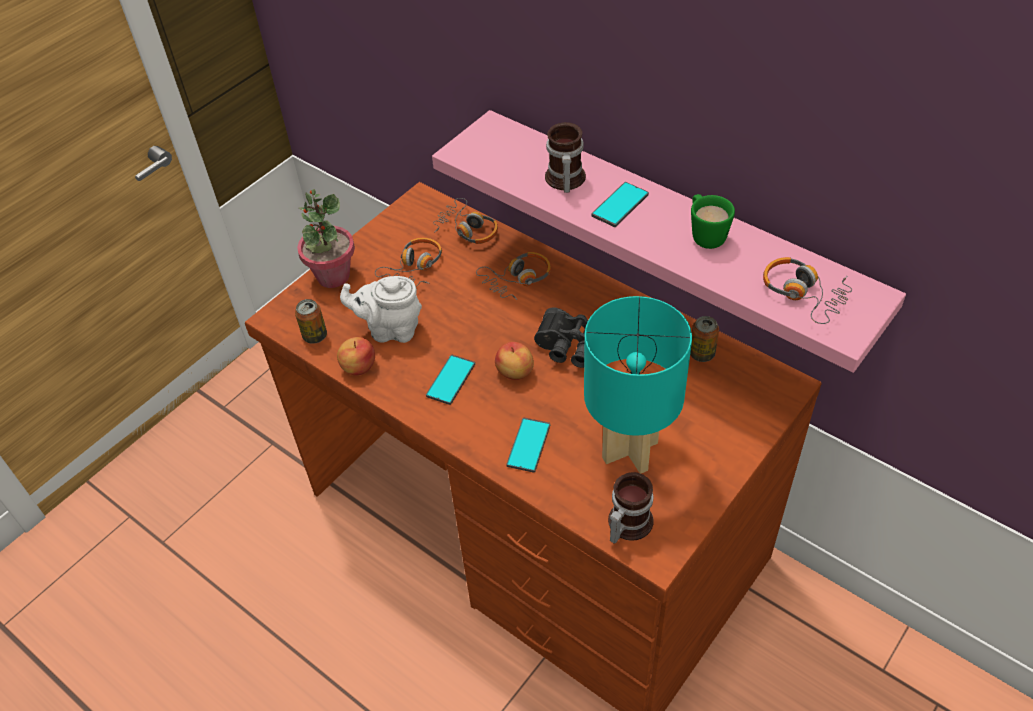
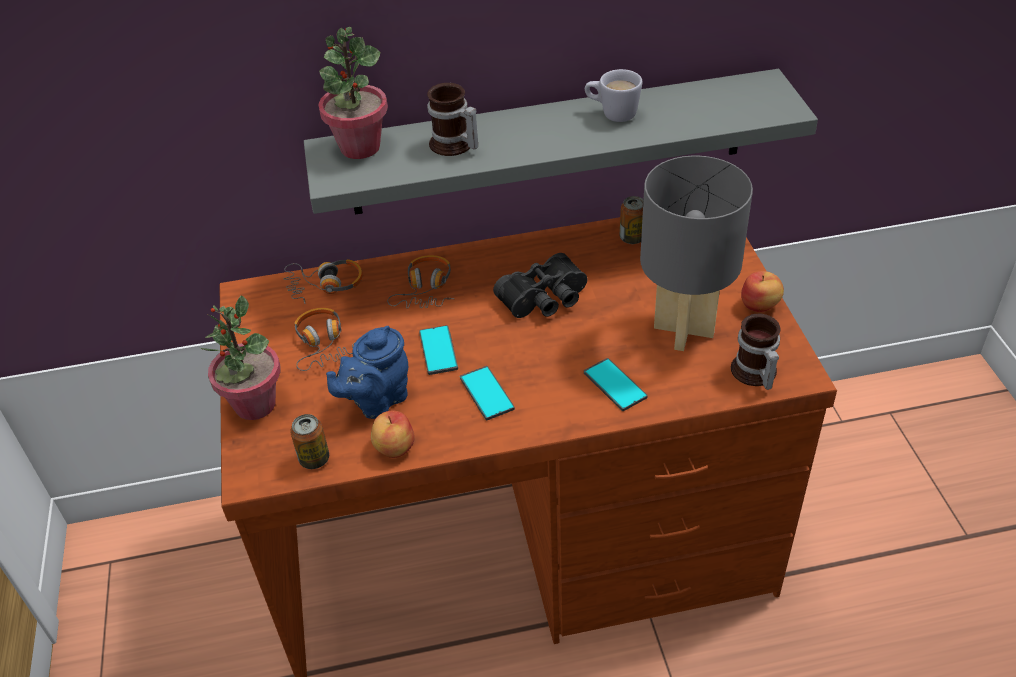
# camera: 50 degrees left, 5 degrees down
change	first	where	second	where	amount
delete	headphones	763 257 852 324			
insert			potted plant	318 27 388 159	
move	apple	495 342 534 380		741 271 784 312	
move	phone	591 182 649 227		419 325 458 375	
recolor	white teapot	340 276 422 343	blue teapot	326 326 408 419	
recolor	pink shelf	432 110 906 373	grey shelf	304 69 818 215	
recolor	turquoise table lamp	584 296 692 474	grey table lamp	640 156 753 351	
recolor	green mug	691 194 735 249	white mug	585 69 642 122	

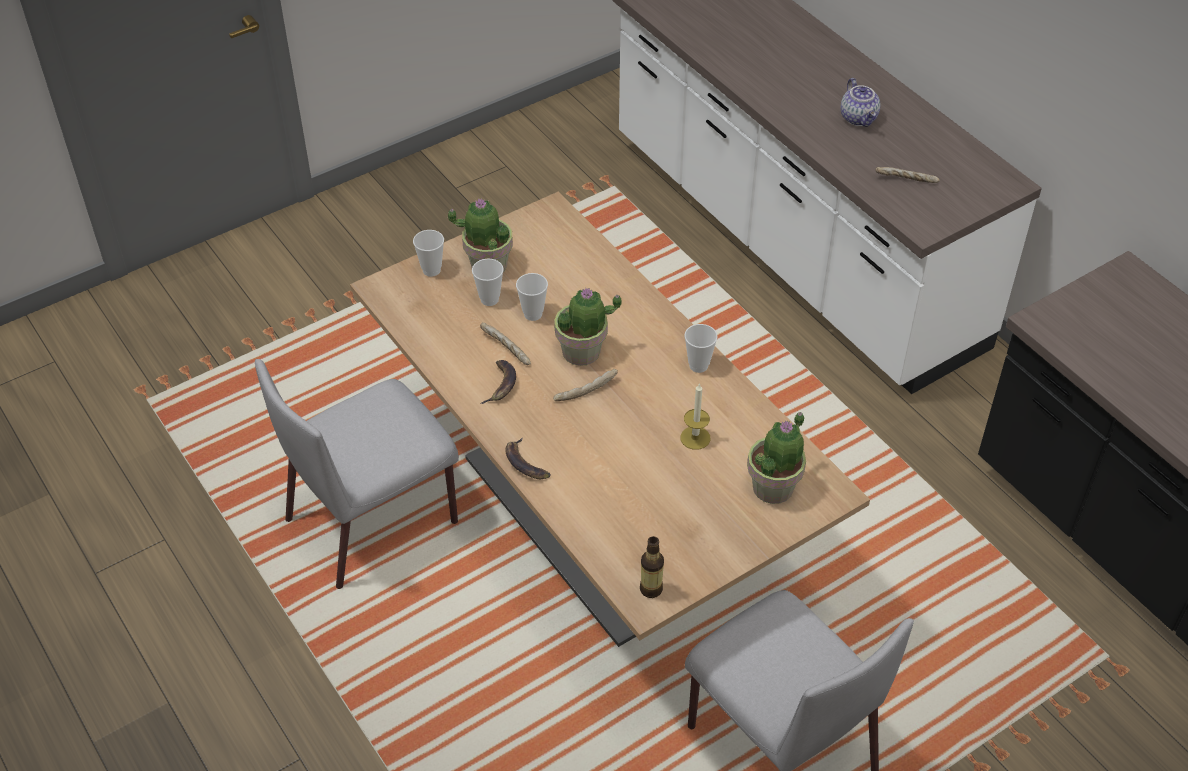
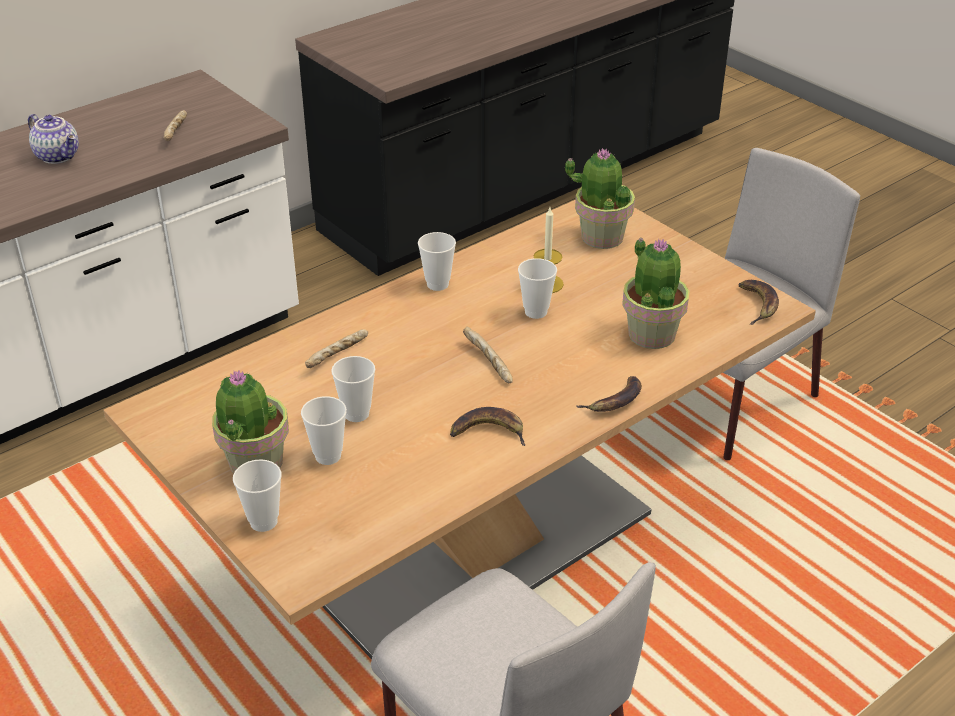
# camera: 95 degrees left, 10 degrees down
change	first	where	second	where	amount
insert			cup	518 258 557 319	
move	bread	480 322 531 365		305 329 368 368	
move	potted plant	554 288 622 366		622 238 690 349	
replace	bottle	640 536 664 598	banana	738 280 779 325	
rotate	teapot	841 78 881 127		28 114 79 164	60 degrees clockwise

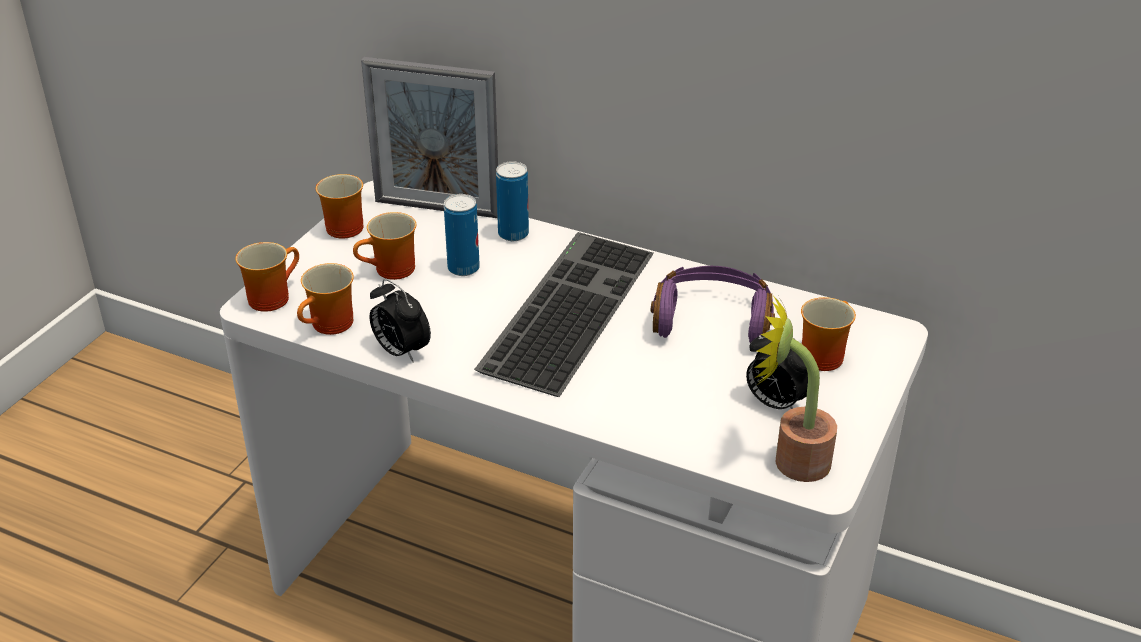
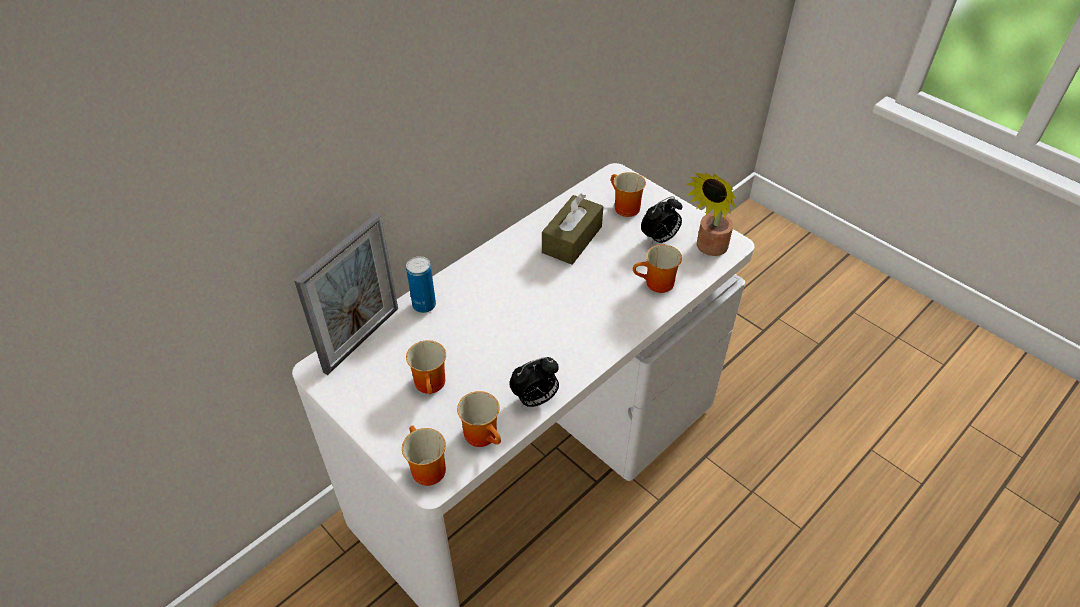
# camera: 70 degrees left, 10 degrees up
change	first	where	second	where	amount
delete	can	444 194 480 276			
delete	keyboard	474 232 654 397			
move	mug	316 174 363 239		633 245 682 293	
replace	purple headphones	651 266 775 343	brown tissue box	542 194 603 265	

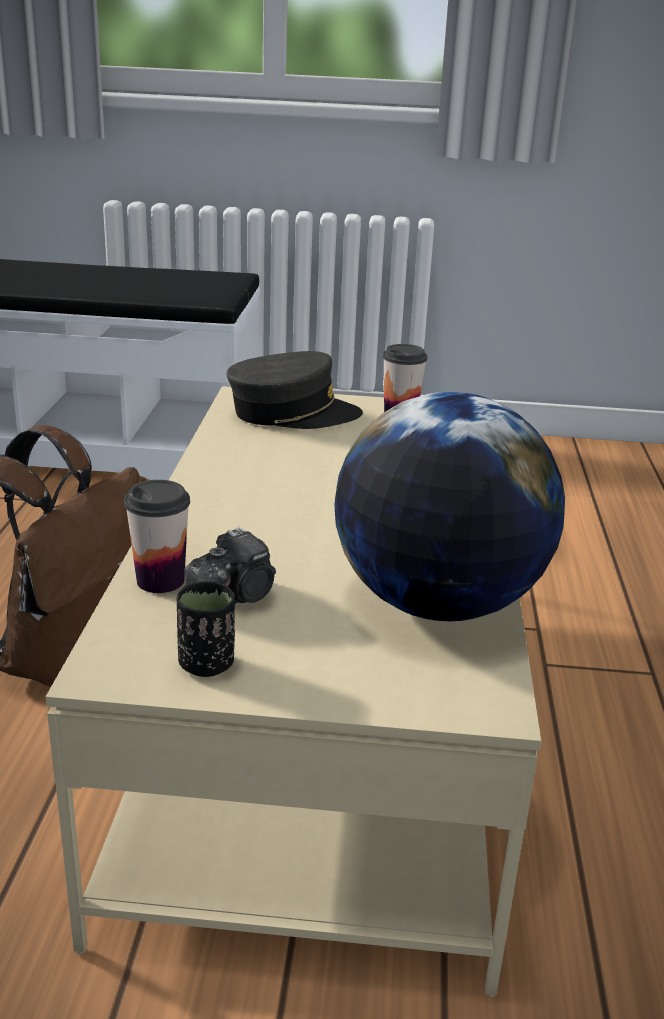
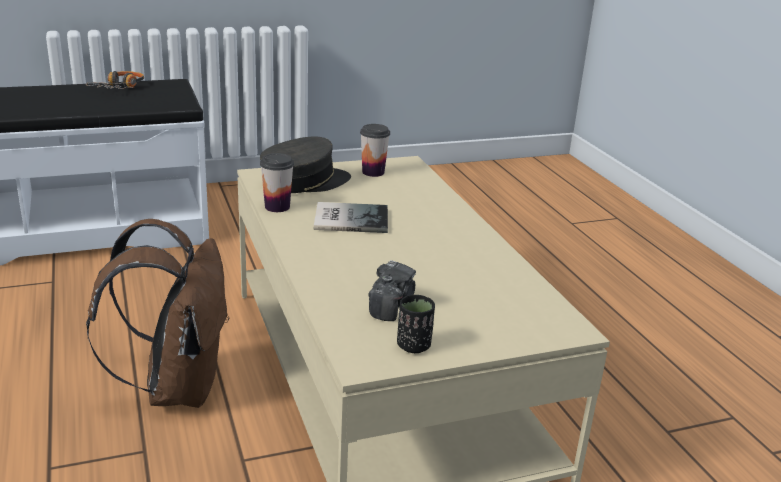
# camera: 25 degrees left, 0 degrees up
change	first	where	second	where	amount
delete	globe	334 392 565 621			
insert			headphones	86 71 144 89	
insert			book	314 202 388 233	
move	cup	124 480 190 593		260 153 294 212	

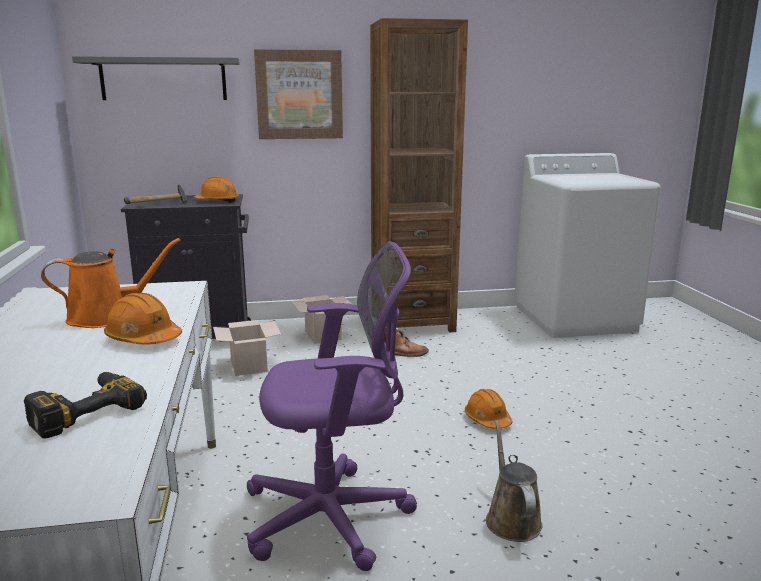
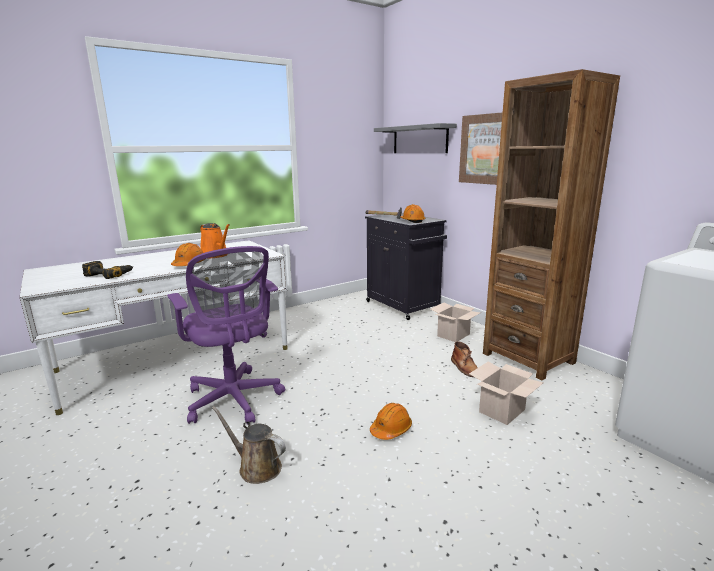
# camera: 65 degrees right, 0 degrees up
change	first	where	second	where	amount
move	cardboard box	213 320 281 376		469 362 543 425	
rotate	brown watering can	486 420 543 542		212 406 286 484	120 degrees counterclockwise

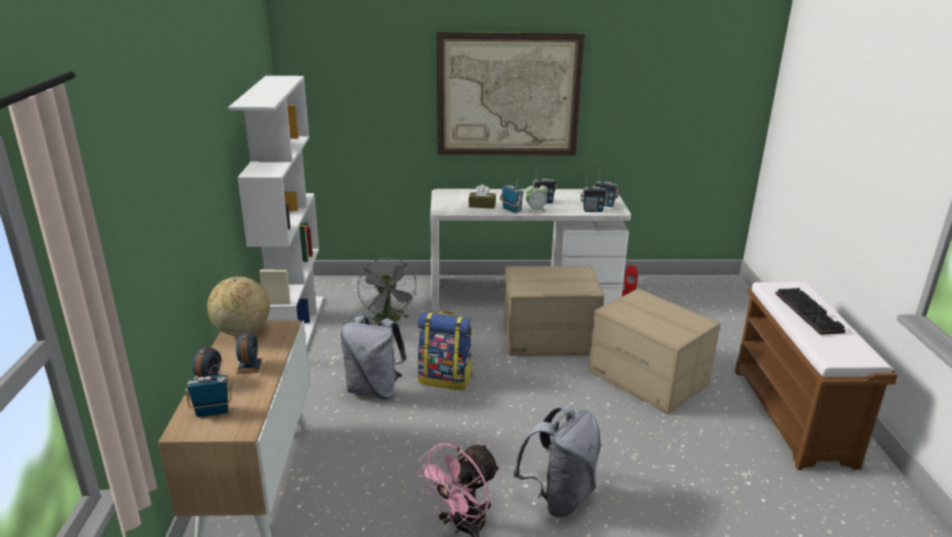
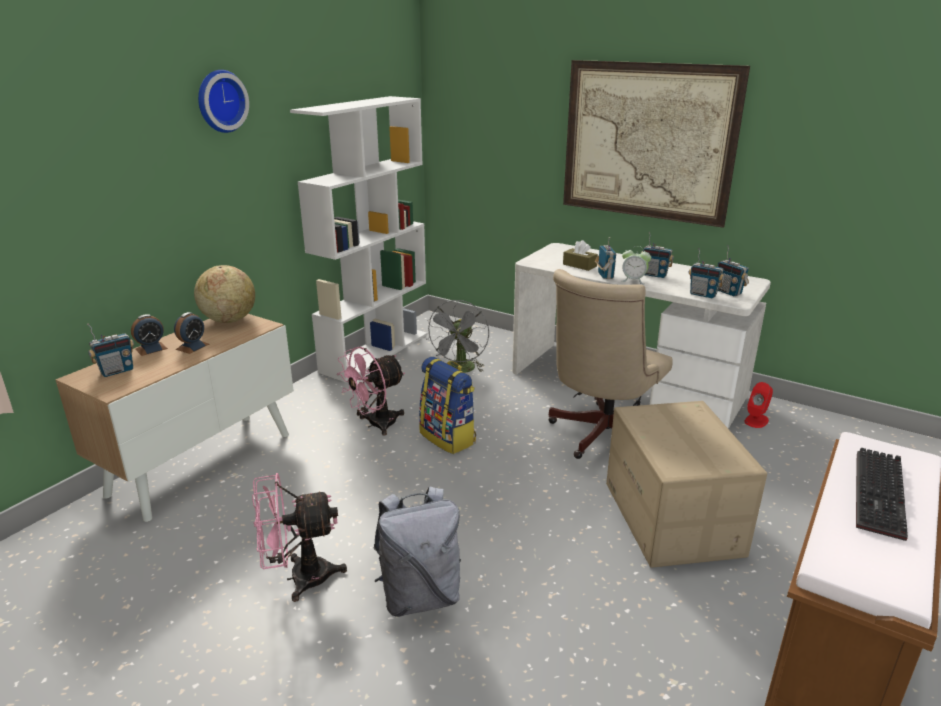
# camera: 35 degrees right, 0 degrees up
change	first	where	second	where	amount
insert			wall clock	198 70 249 133	
replace	grey backpack	341 315 407 399	pink fan	337 346 405 436	
replace	cardboard box	504 266 604 356	beige office chair	548 269 673 459	
rotate	radio	185 362 232 417		87 323 134 377	120 degrees clockwise

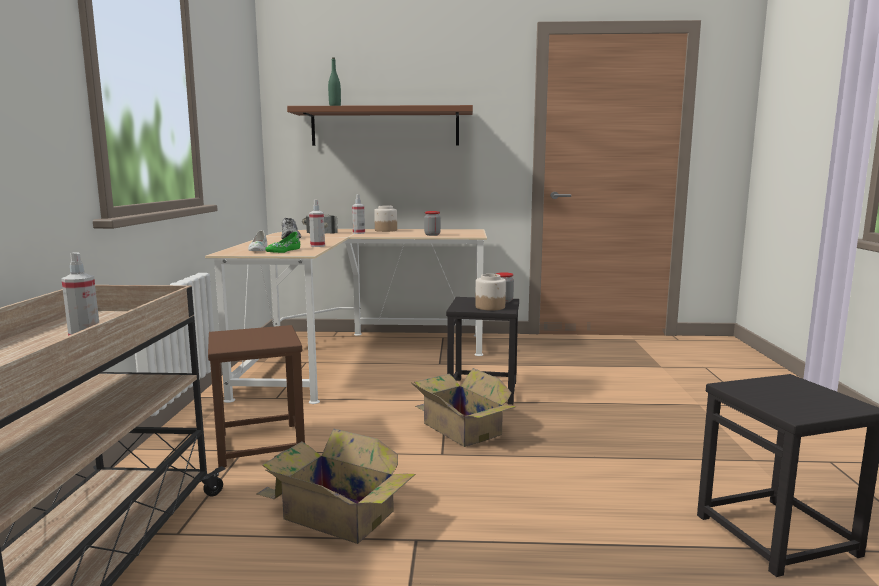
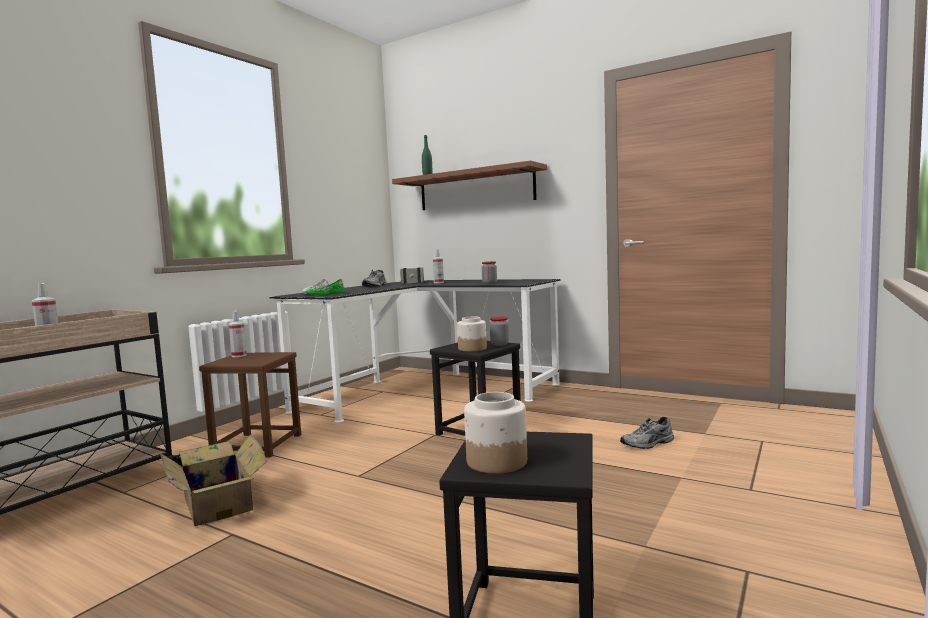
# camera: 30 degrees right, 5 degrees down
change	first	where	second	where	amount
delete	cardboard box	411 368 516 447			
insert			grey shoe	620 417 674 449	
move	spray bottle	309 200 325 247		229 311 246 357	
move	jar	374 206 397 232		464 392 527 474	
recolor	beige desk	205 229 487 404	black desk	269 279 561 423	

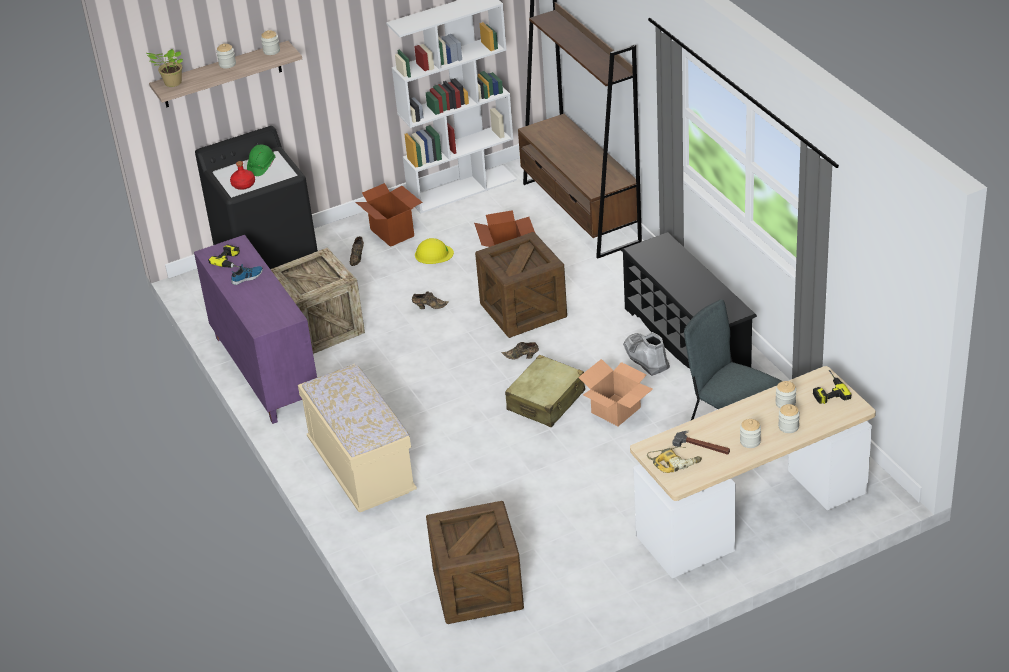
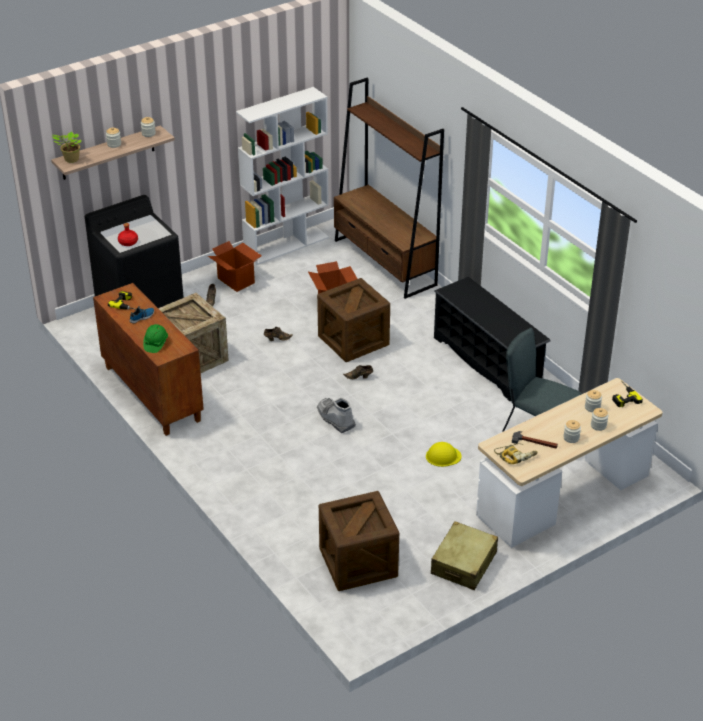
# camera: 10 degrees left, 0 degrees up
change	first	where	second	where	amount
delete	beige bench	298 364 417 512			
delete	cardboard box	578 359 653 426			
move	green hard hat	247 144 275 176		143 324 168 353	
move	yellow hard hat	415 238 454 264		426 442 462 467	
move	beige suitcase	505 355 585 427		431 521 498 590	
move	grey boot	623 332 670 376		316 397 356 433	
recolor	purple cabinet	194 235 317 424	brown cabinet	93 283 204 436	

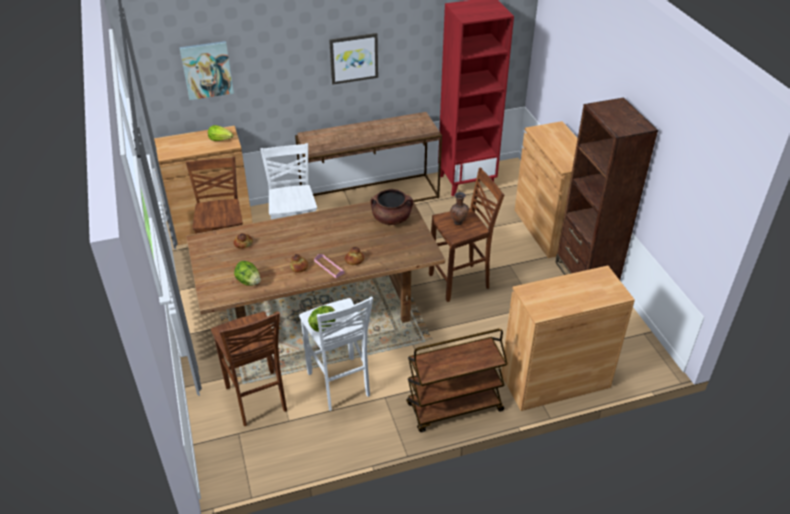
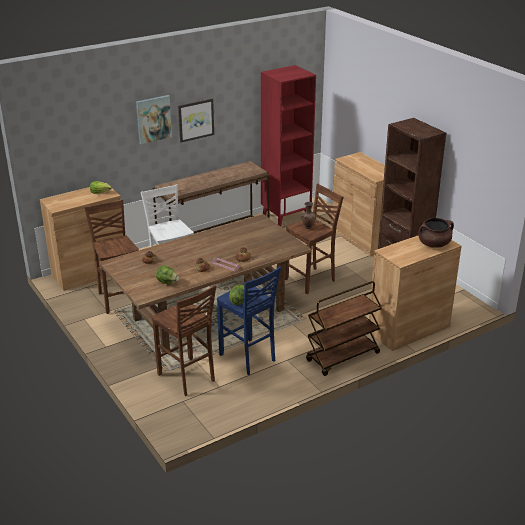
# camera: 15 degrees left, 10 degrees down
change	first	where	second	where	amount
move	picture	179 41 234 100		136 95 172 144	
move	brown cooking pot	371 189 413 225		418 218 454 248	
recolor	white stool	299 296 373 411	blue stool	217 266 281 375	

